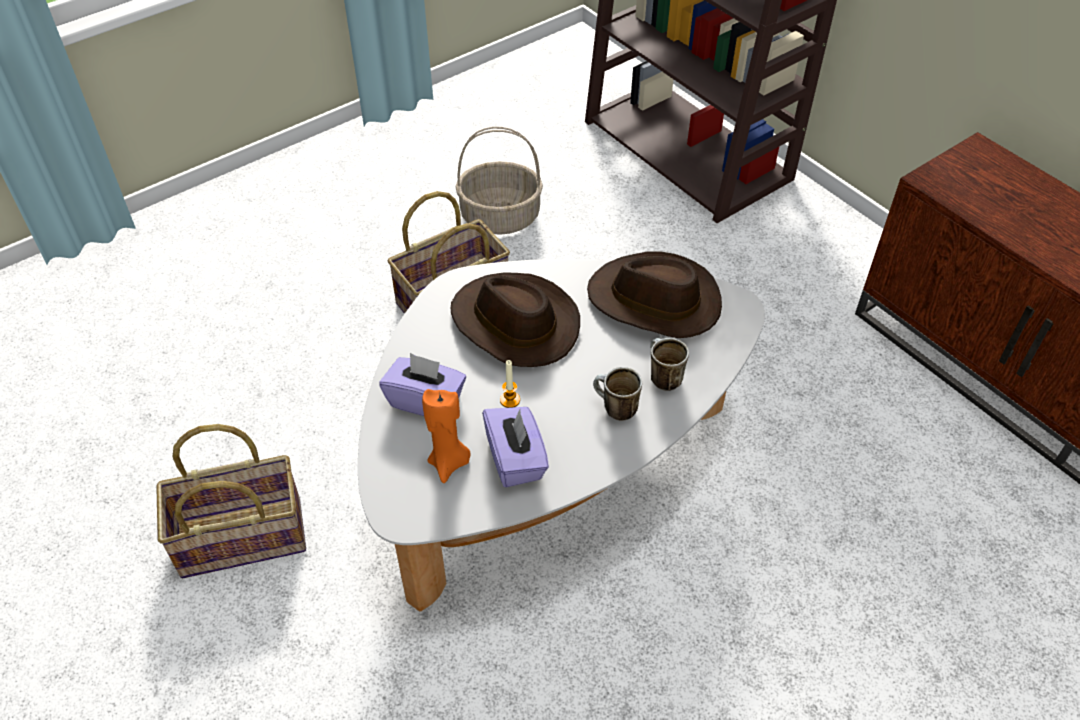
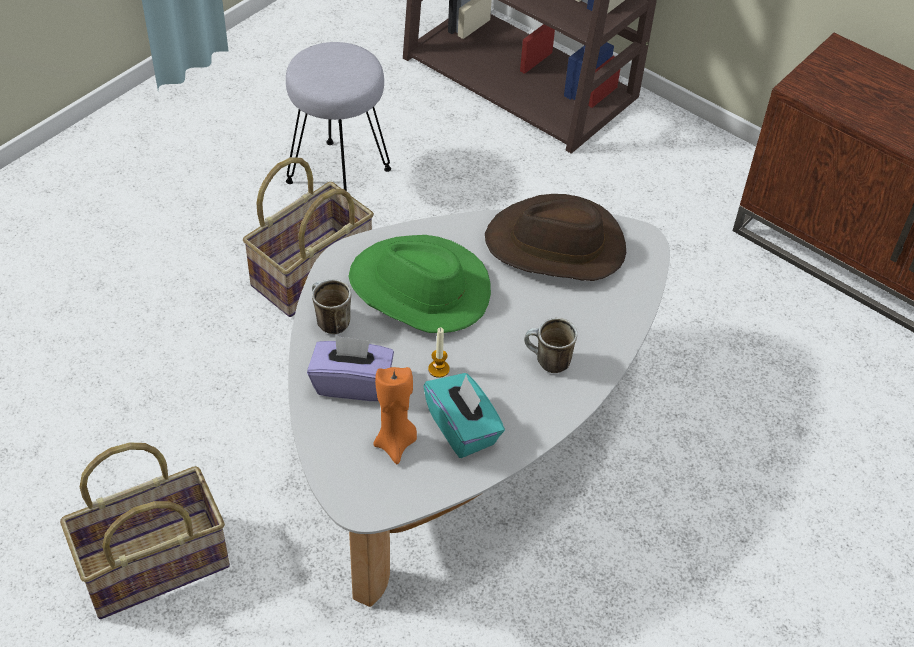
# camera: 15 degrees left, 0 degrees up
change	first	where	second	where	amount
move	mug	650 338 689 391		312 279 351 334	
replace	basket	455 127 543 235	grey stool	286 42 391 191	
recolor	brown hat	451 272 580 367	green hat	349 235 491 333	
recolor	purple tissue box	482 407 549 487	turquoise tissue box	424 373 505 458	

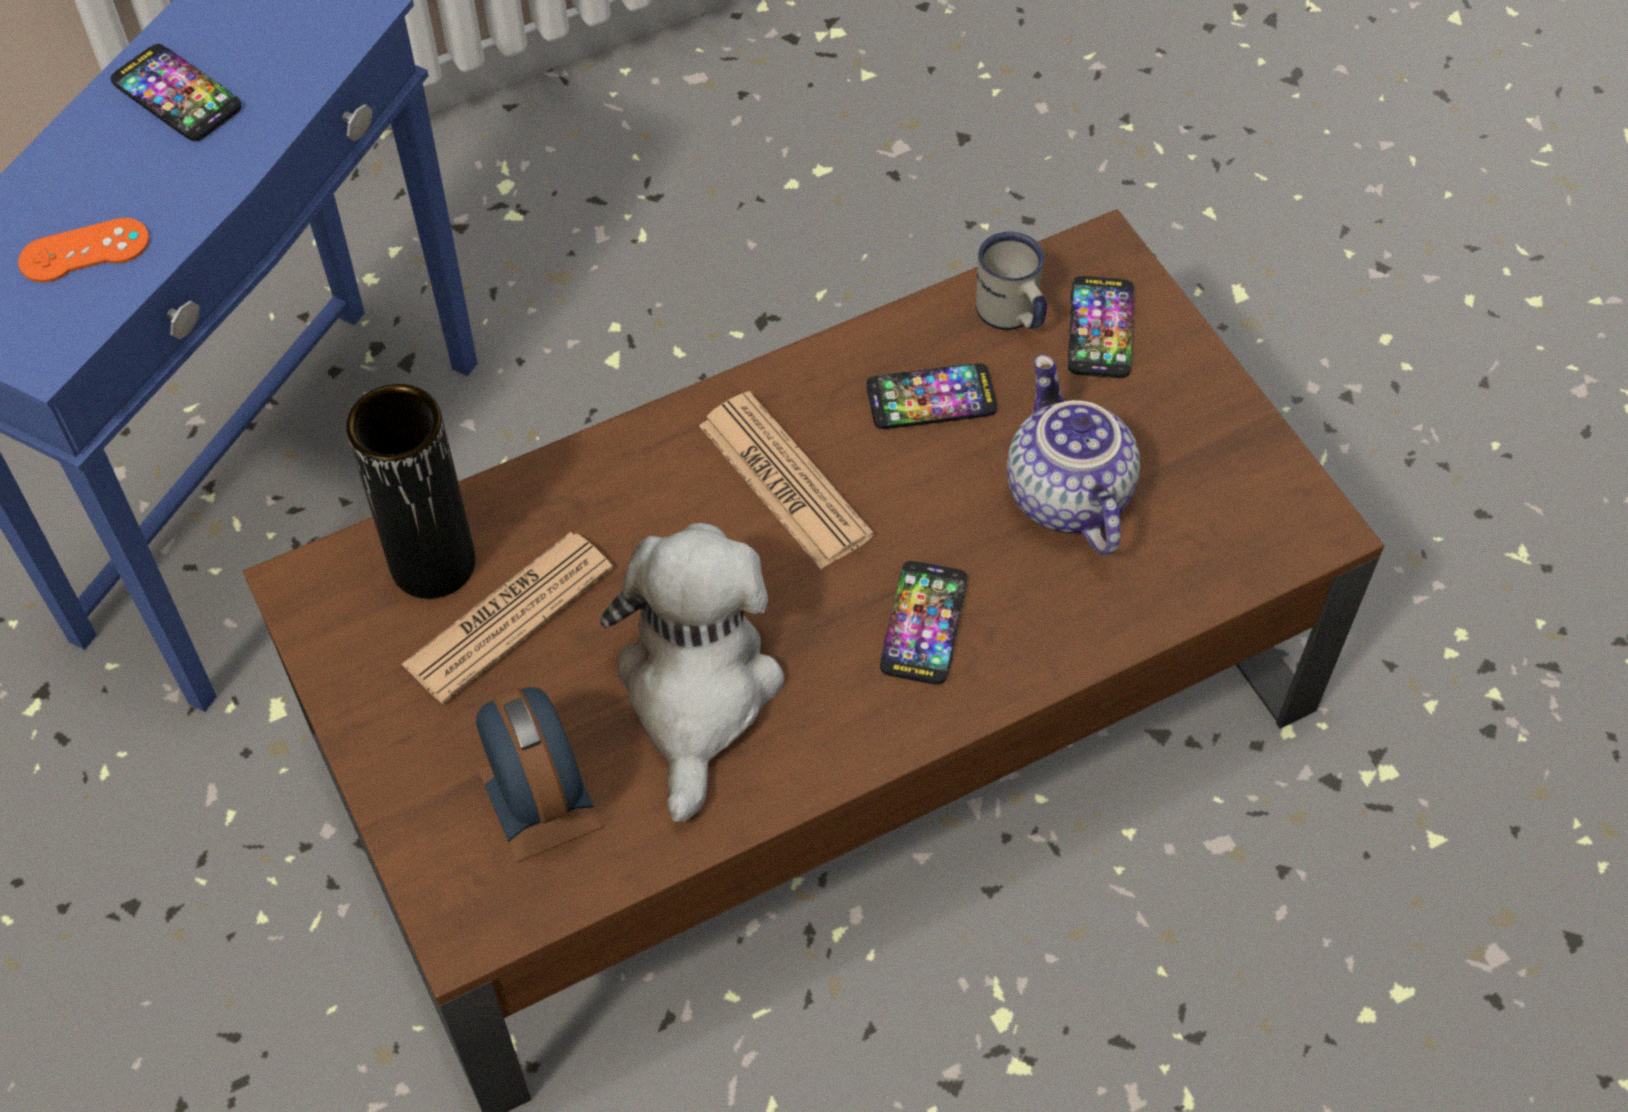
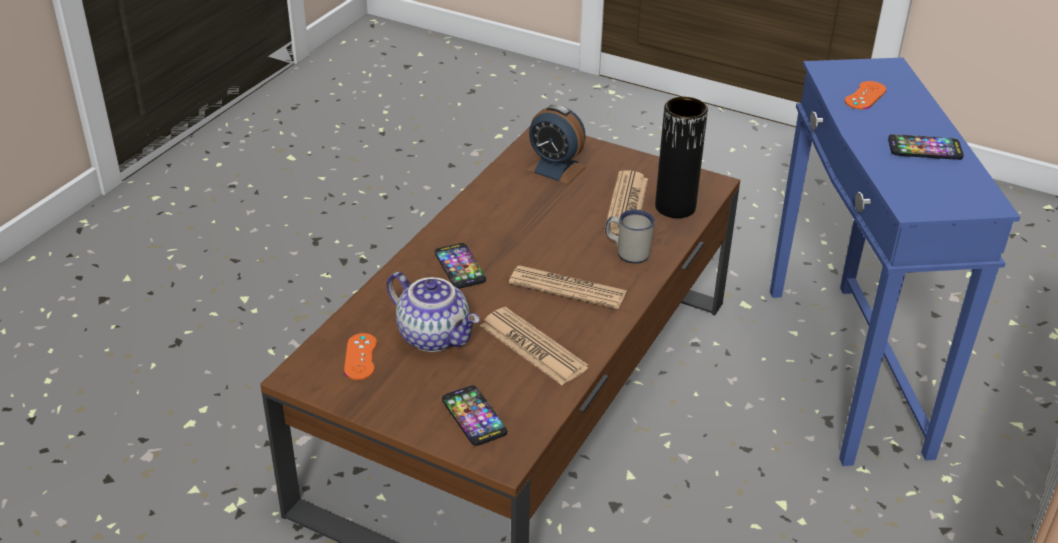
# camera: 145 degrees right, 20 degrees down
change	first	where	second	where	amount
delete	plush toy	600 523 784 822			
insert			orange game controller	344 333 377 380	
move	white mug	976 232 1047 330		605 210 655 264	
replace	phone	867 363 997 429	newspaper	480 307 589 385	

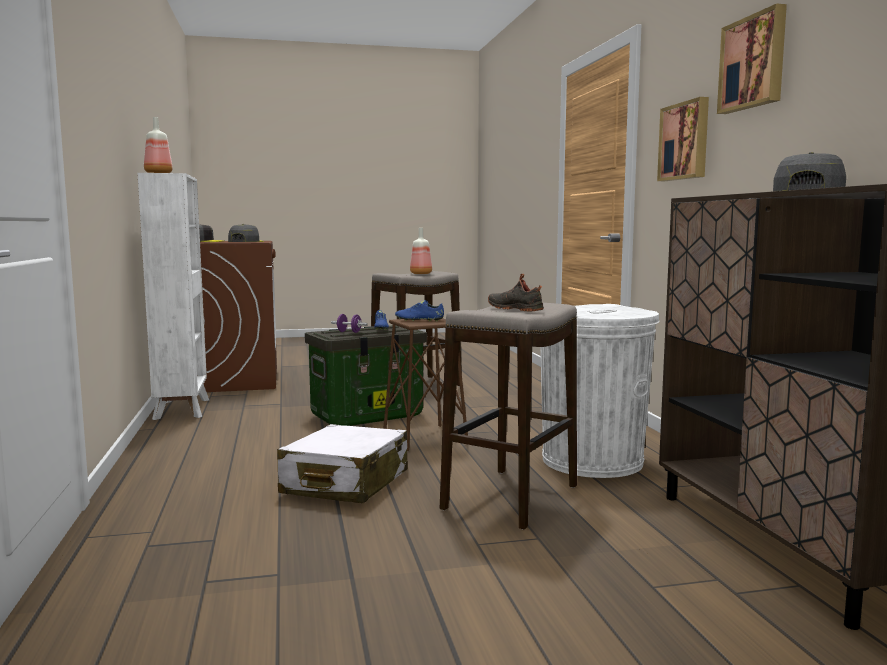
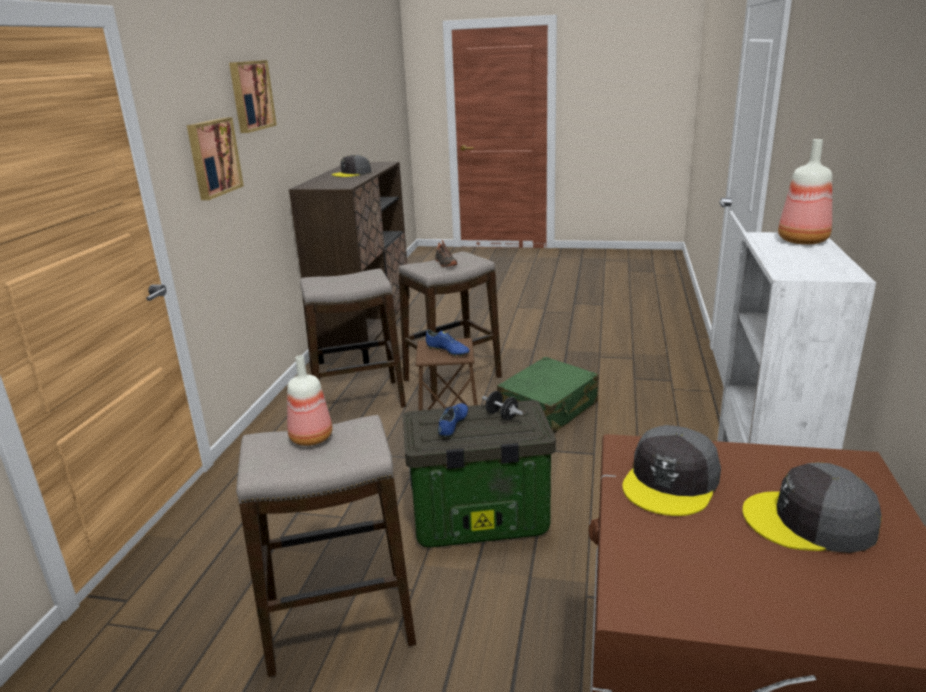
# camera: 155 degrees left, 15 degrees up
change	first	where	second	where	amount
replace	white trash can	540 304 659 478	stool	300 269 406 408	
recolor	white suitcase	277 424 408 503	green suitcase	497 357 599 433	
recolor	purple dumbbell	331 314 368 333	black dumbbell	482 391 523 420	

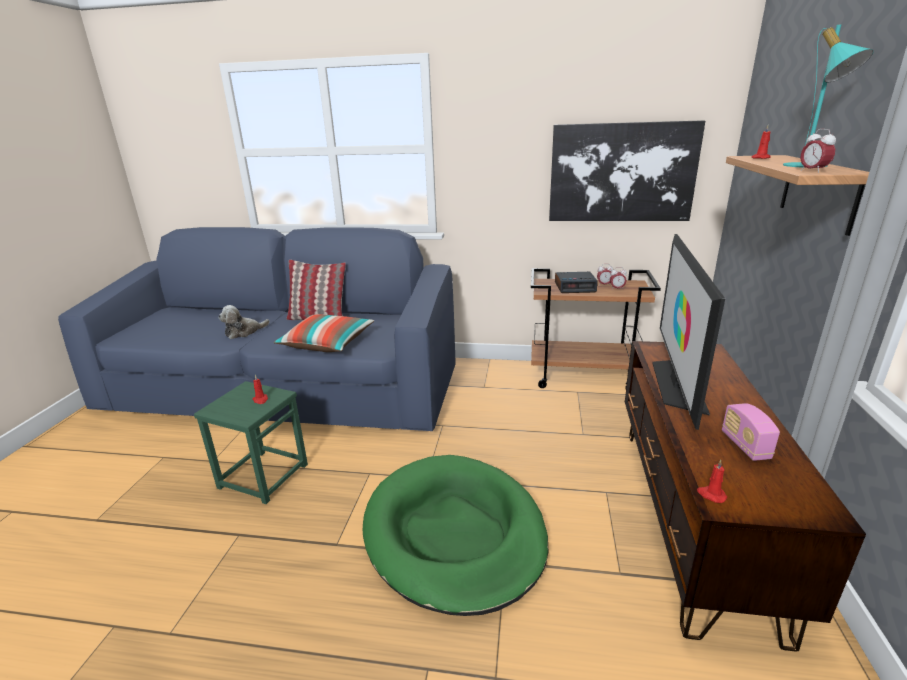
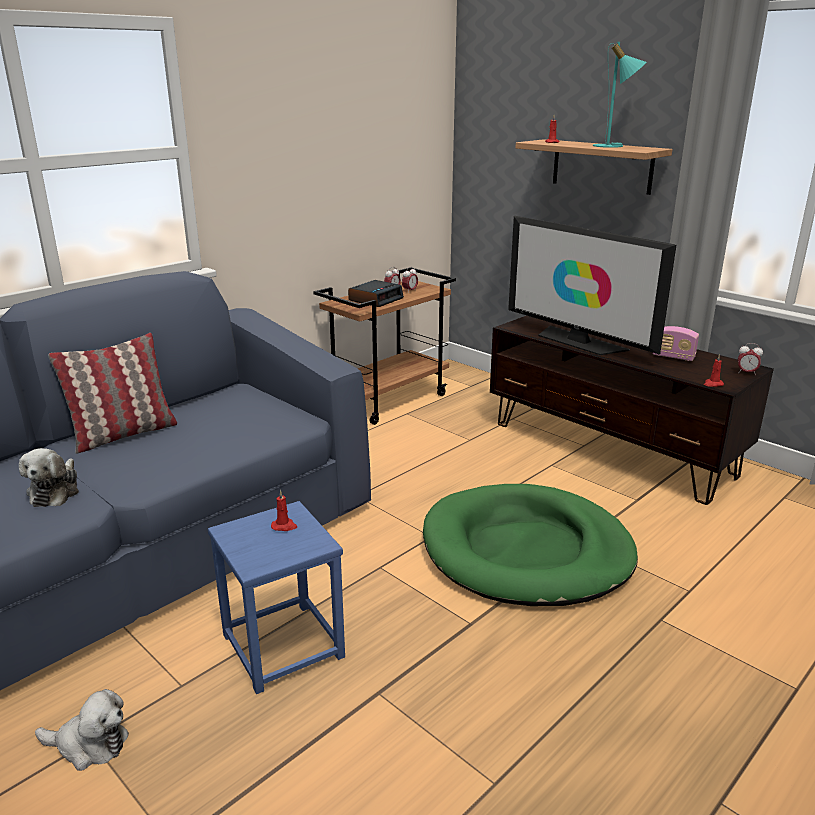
# camera: 55 degrees left, 0 degrees up
change	first	where	second	where	amount
delete	pillow	274 314 374 352			
delete	picture	549 120 705 221			
insert			plush toy	35 689 129 771	
move	alarm clock	800 129 836 173		738 343 763 374	
recolor	green stool	194 381 308 504	blue stool	208 501 345 694	

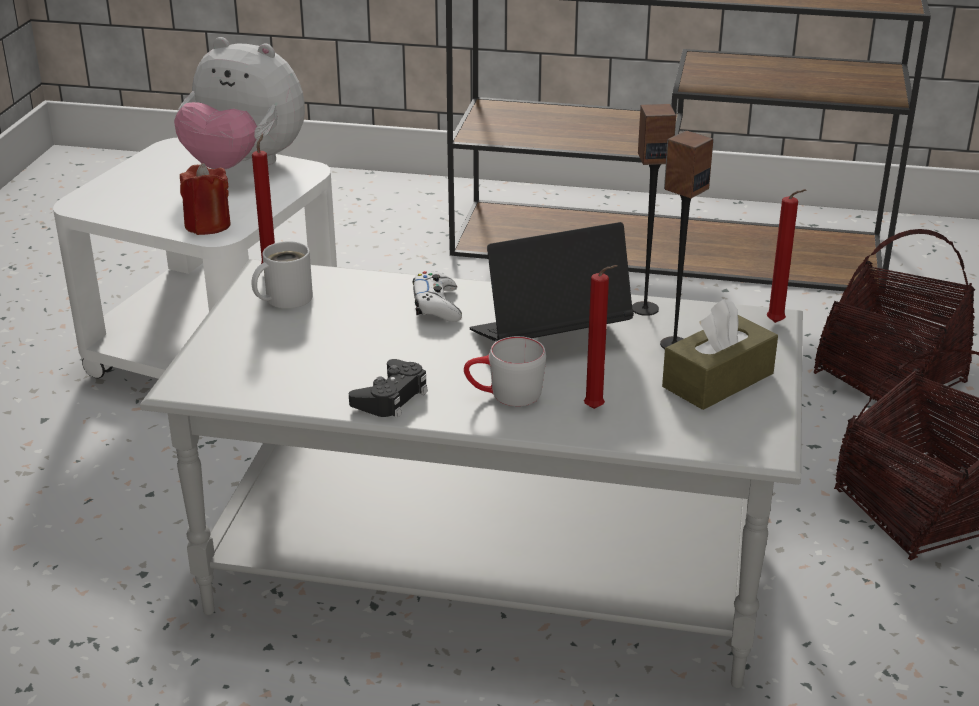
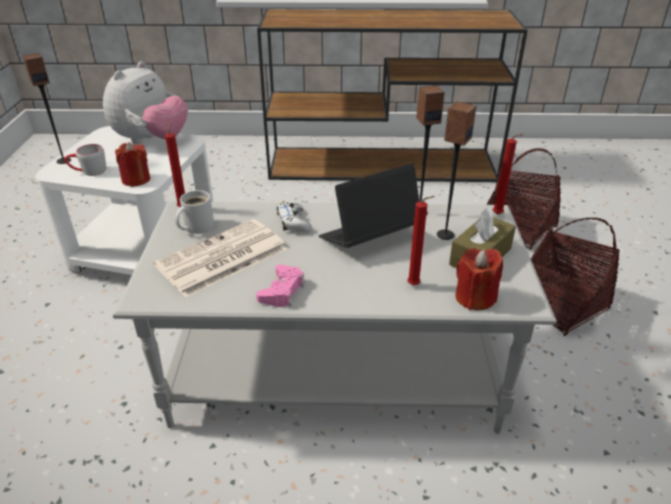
# camera: 10 degrees left, 5 degrees up
change	first	where	second	where	amount
insert			speaker	23 53 71 164	
insert			newspaper	153 219 287 298	
insert			red candle	455 248 503 310	
move	grey mug	464 336 546 406		65 144 107 176	
recolor	black game controller	349 359 428 418	pink game controller	256 265 305 307	
rotate	plush toy	174 37 305 169		103 61 188 144	75 degrees counterclockwise

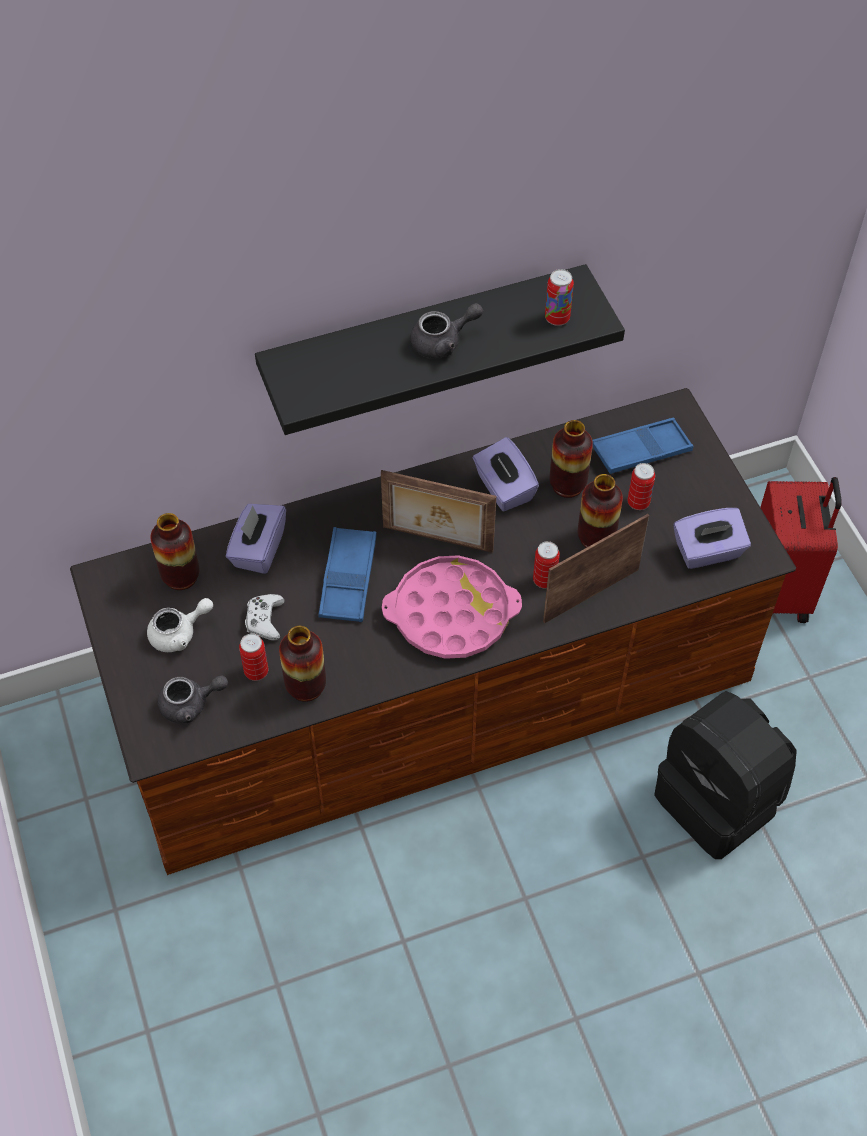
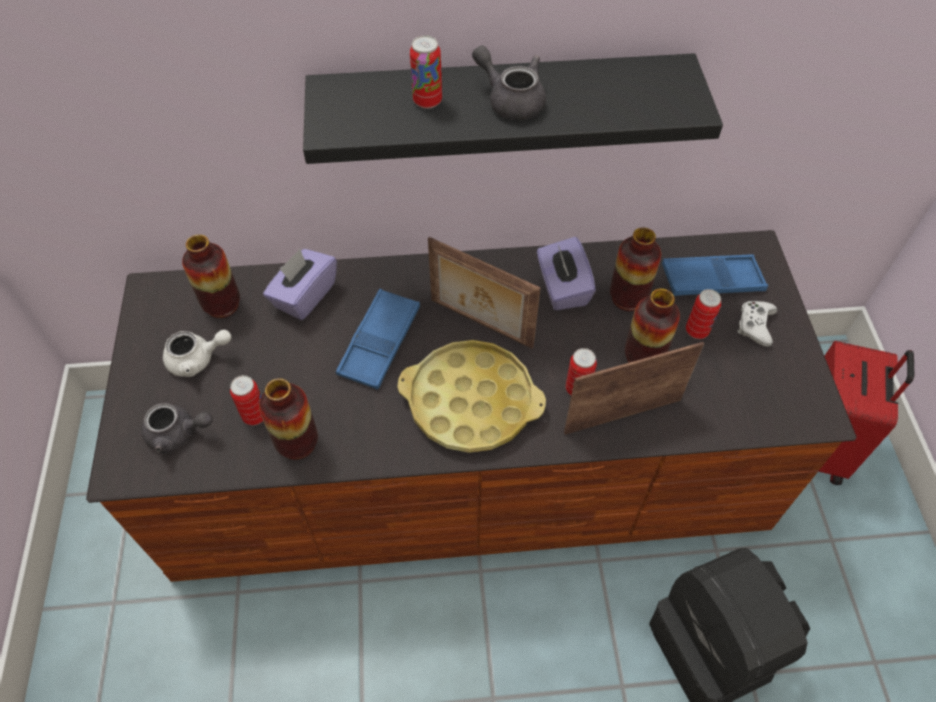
# camera: 15 degrees right, 0 degrees up
change	first	where	second	where	amount
delete	purple tissue box	673 508 751 569			
move	white game controller	245 594 285 640		737 301 777 347	
move	can	545 269 574 326		410 35 442 109	
recolor	pink tray	382 555 522 659	yellow tray	397 340 546 453	
rotate	grey teapot	410 303 483 358		472 46 546 120	135 degrees counterclockwise

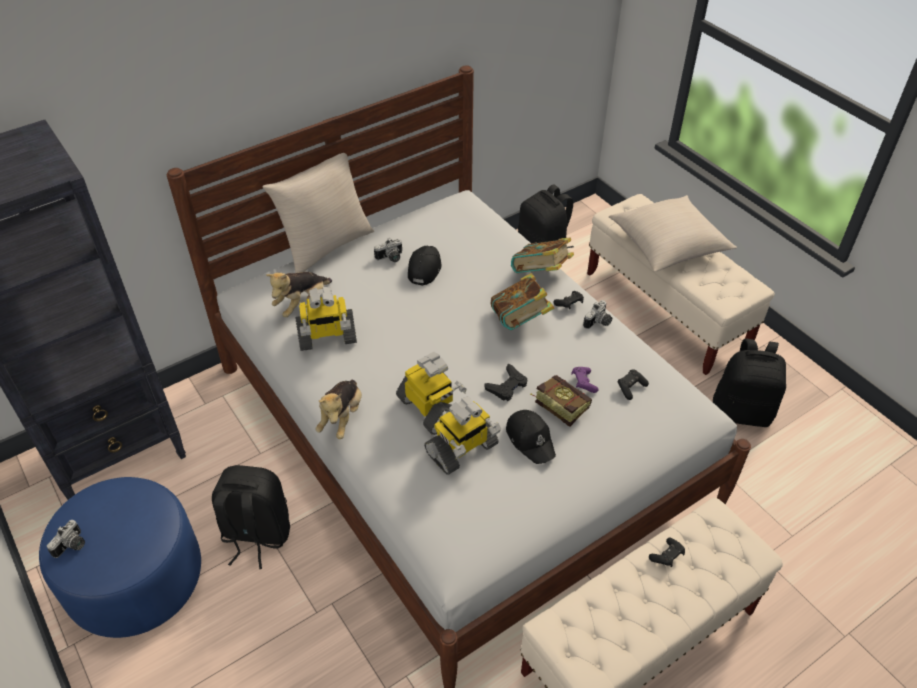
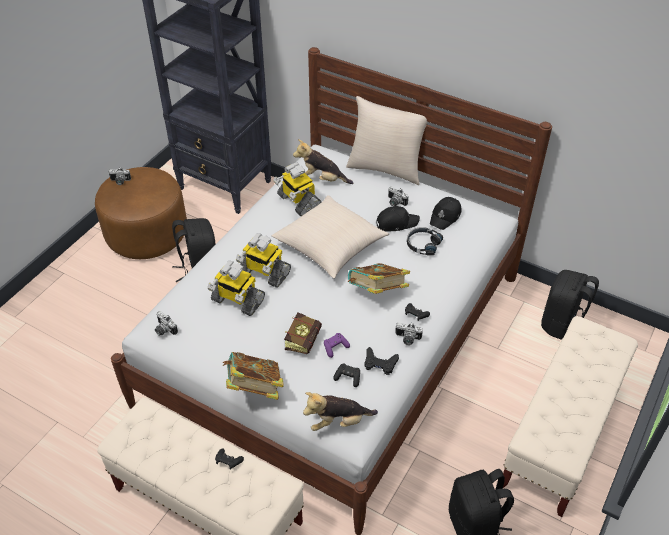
# camera: 65 degrees right, 0 degrees up
change	first	where	second	where	amount
insert			photo camera	155 311 178 336	
insert			black headphones	407 227 443 256	
move	plush toy	316 380 362 439		303 392 378 431	
move	black game controller	484 364 528 401		364 347 399 375	
move	black cap	506 410 556 464		430 197 461 230	
move	book	511 237 574 273		223 352 284 400	
move	beige pillow	609 195 737 272		272 195 389 279	
recolor	blue ottoman	39 477 201 638	brown ottoman	95 167 187 259	
rotate	toy robot	396 352 467 435		236 233 291 288	90 degrees clockwise

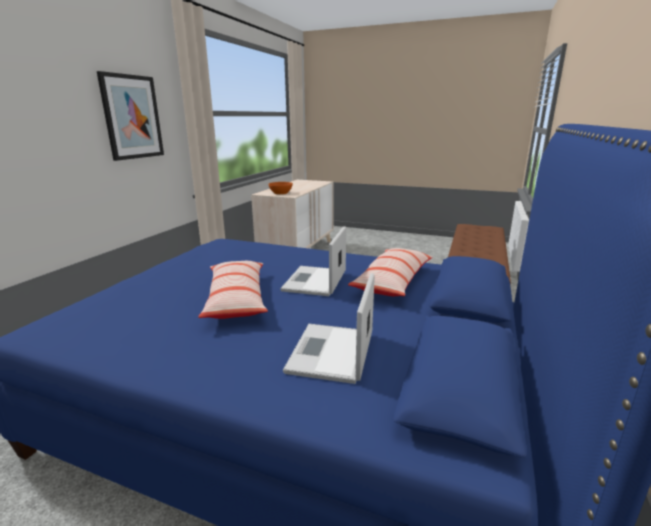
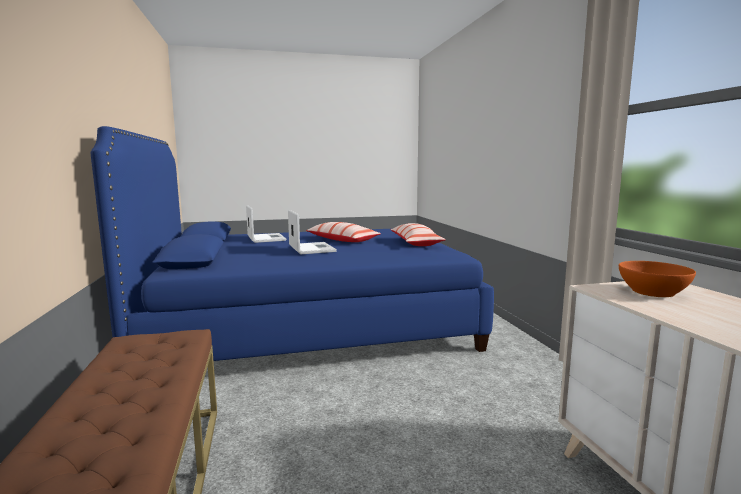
# camera: 145 degrees right, 10 degrees down
change	first	where	second	where	amount
delete	picture	97 71 164 161			
move	pillow	348 248 433 296		390 223 446 246	

